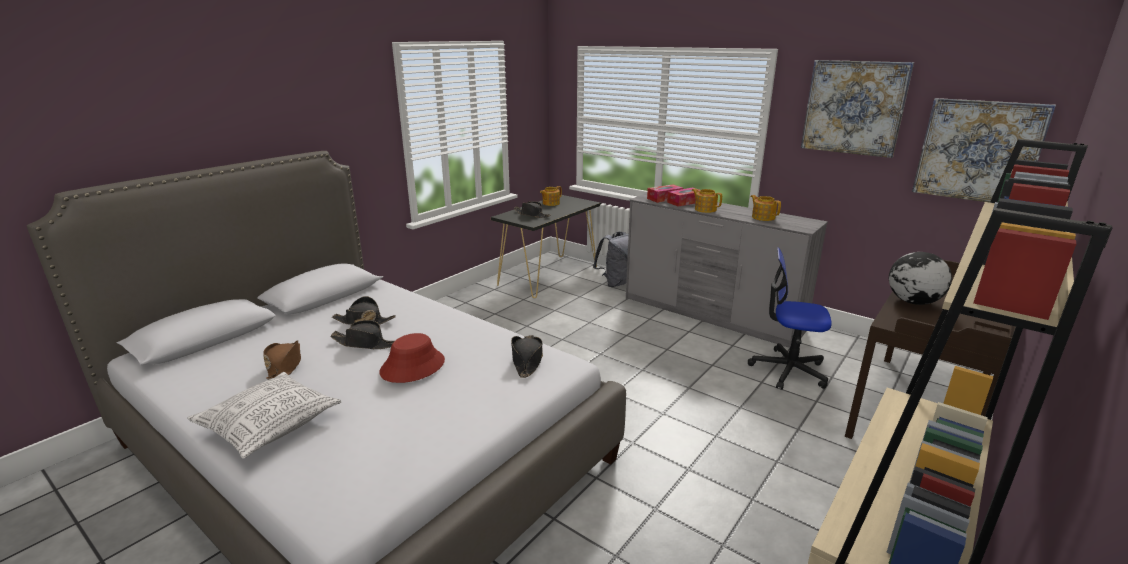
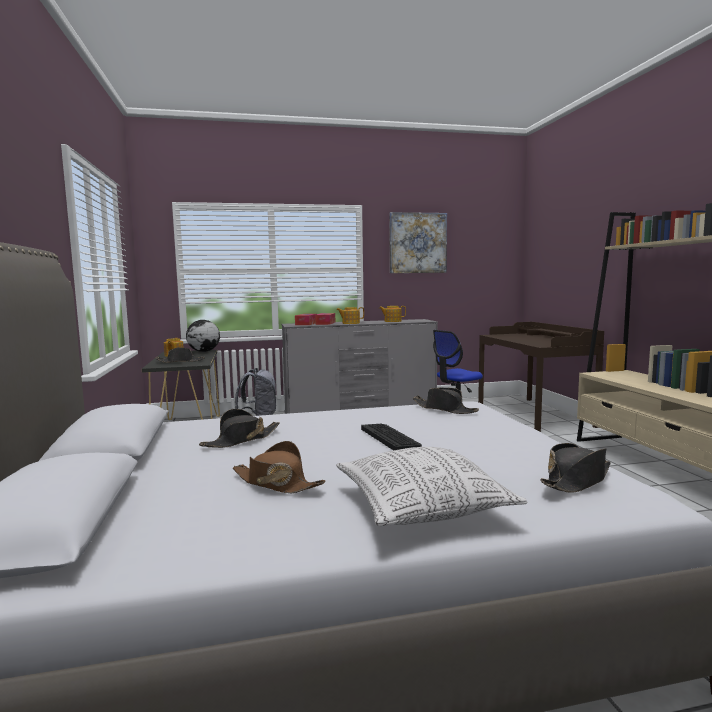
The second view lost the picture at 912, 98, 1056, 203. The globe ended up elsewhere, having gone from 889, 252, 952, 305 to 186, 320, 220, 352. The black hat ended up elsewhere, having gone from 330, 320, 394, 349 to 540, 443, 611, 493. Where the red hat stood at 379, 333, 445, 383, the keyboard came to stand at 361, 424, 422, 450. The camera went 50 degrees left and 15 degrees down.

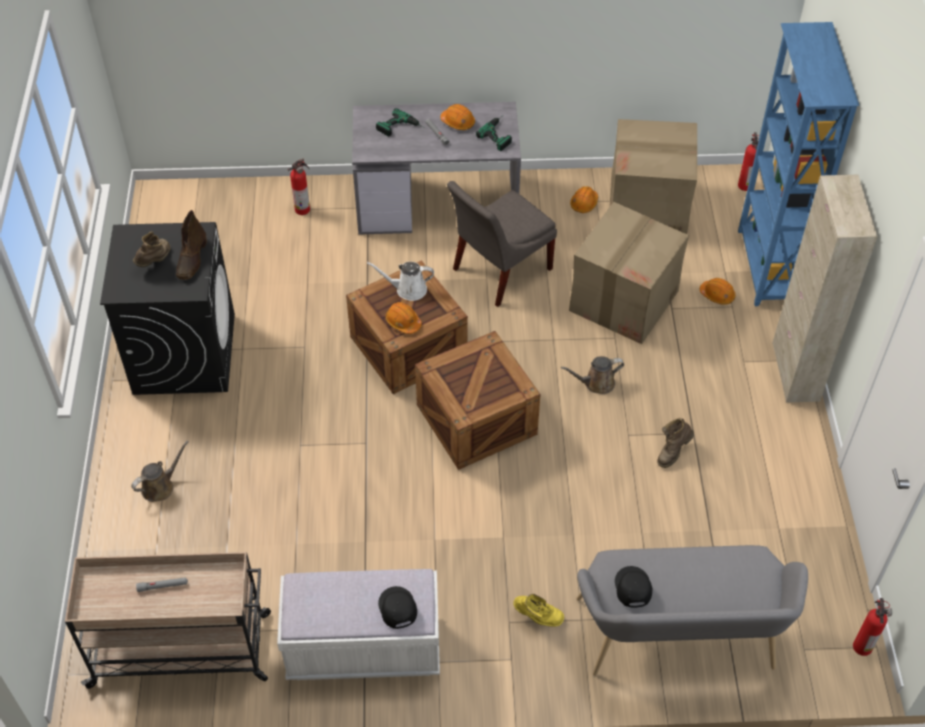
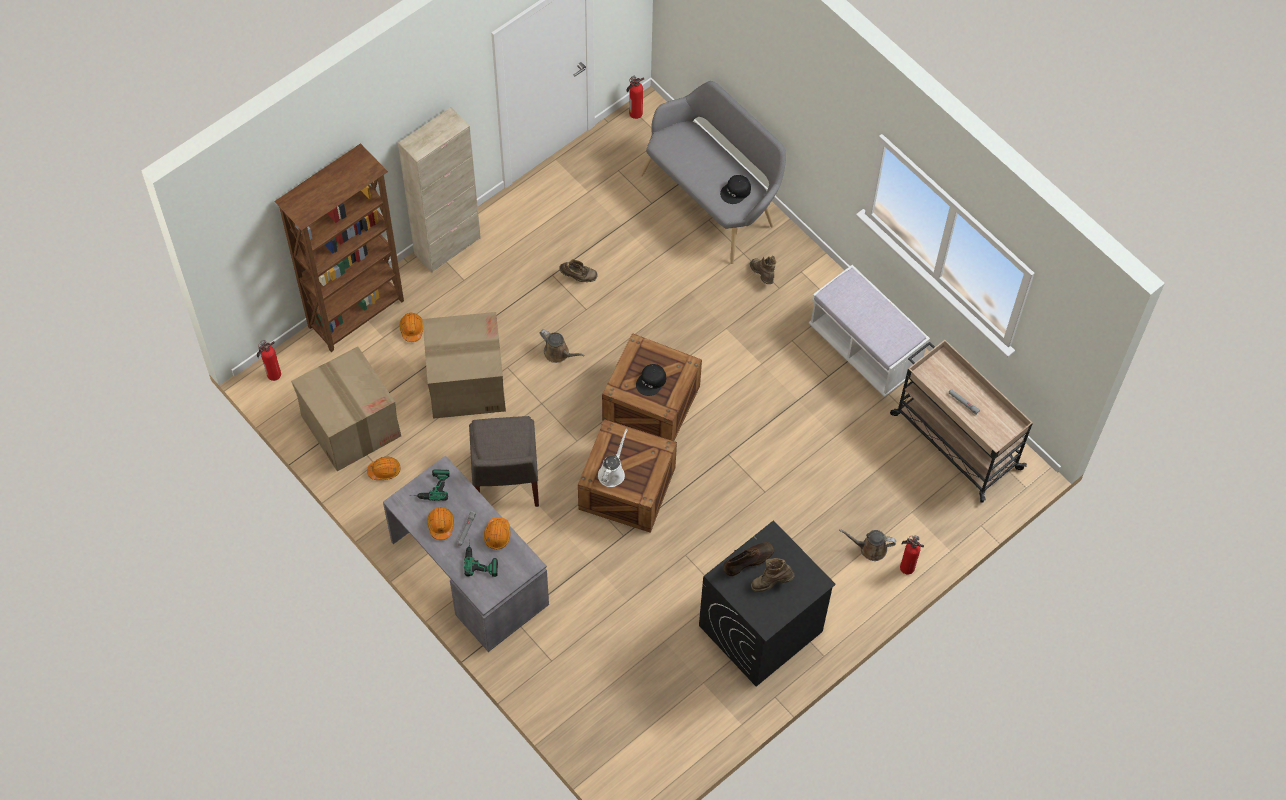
What was the blue bookcase at 738, 22, 859, 306 turned into the brown bookcase at 274, 143, 404, 352. The fire extinguisher ended up elsewhere, having gone from 287, 159, 310, 215 to 900, 536, 924, 574. The grey chair at 447, 181, 557, 307 ended up facing another way, 75 degrees clockwise from before. The white watering can at 367, 262, 434, 301 ended up facing another way, 120 degrees counterclockwise from before. The orange hard hat ended up elsewhere, having gone from 385, 302, 422, 334 to 484, 517, 511, 549. The black cap ended up elsewhere, having gone from 378, 586, 417, 629 to 636, 364, 666, 396. What was the yellow boot at 513, 594, 564, 627 turned into the brown boot at 750, 256, 776, 284. The camera went 130 degrees left and 10 degrees up.

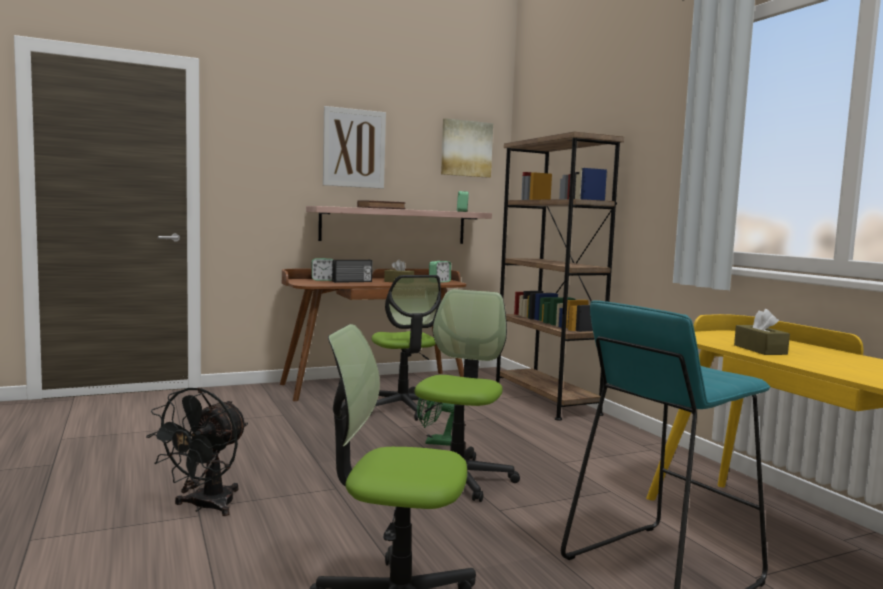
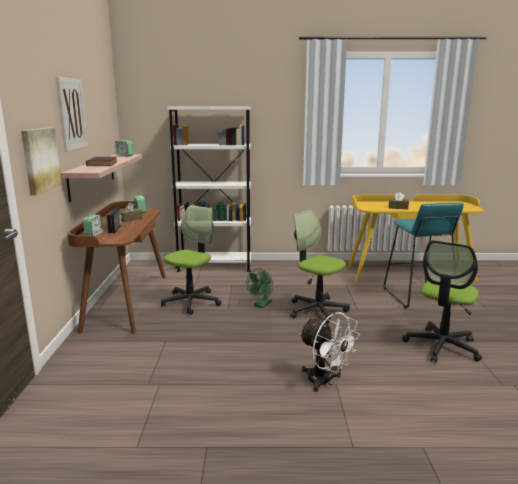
The picture ended up elsewhere, having gone from 441, 118, 493, 178 to 21, 127, 62, 195. What was the brown bookcase at 496, 132, 624, 421 turned into the white bookcase at 167, 106, 251, 272. The office chair at 371, 275, 442, 421 ended up facing another way, 60 degrees counterclockwise from before. What was the black fan at 146, 387, 248, 516 turned into the white fan at 299, 312, 360, 392. The camera went 65 degrees left and 10 degrees up.

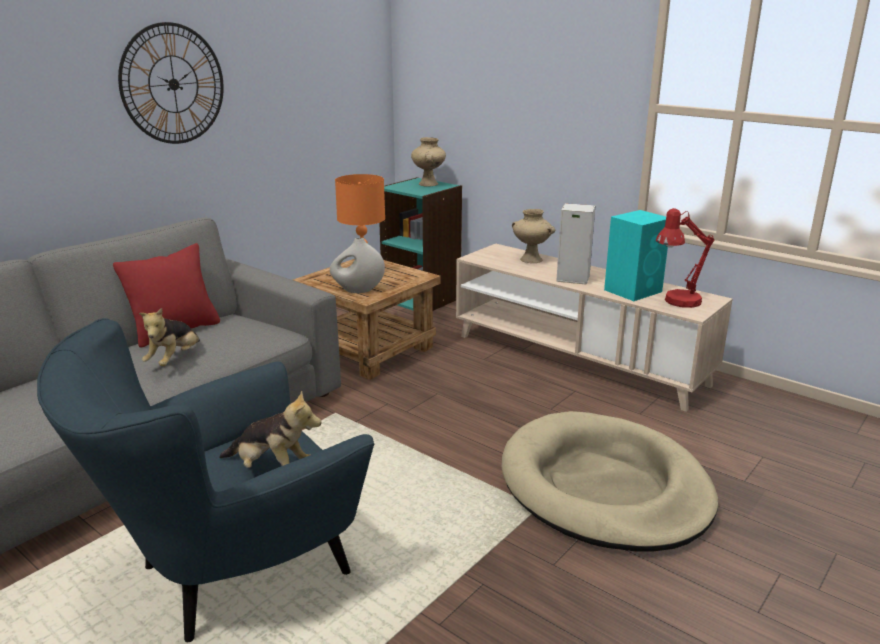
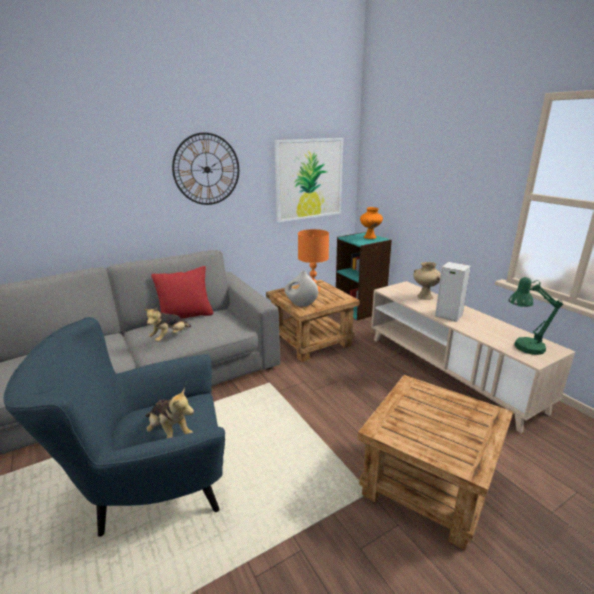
What was the beige vase at 411, 137, 446, 186 turned into the orange vase at 360, 207, 383, 239. What was the red table lamp at 656, 208, 715, 308 turned into the green table lamp at 509, 277, 563, 355. The second view lost the turquoise speaker at 604, 210, 668, 301. Where the beige dog bed stood at 502, 411, 718, 552, the brown side table came to stand at 358, 375, 513, 550. The second view gained the picture at 274, 138, 343, 222. The camera went 20 degrees right and 0 degrees up.

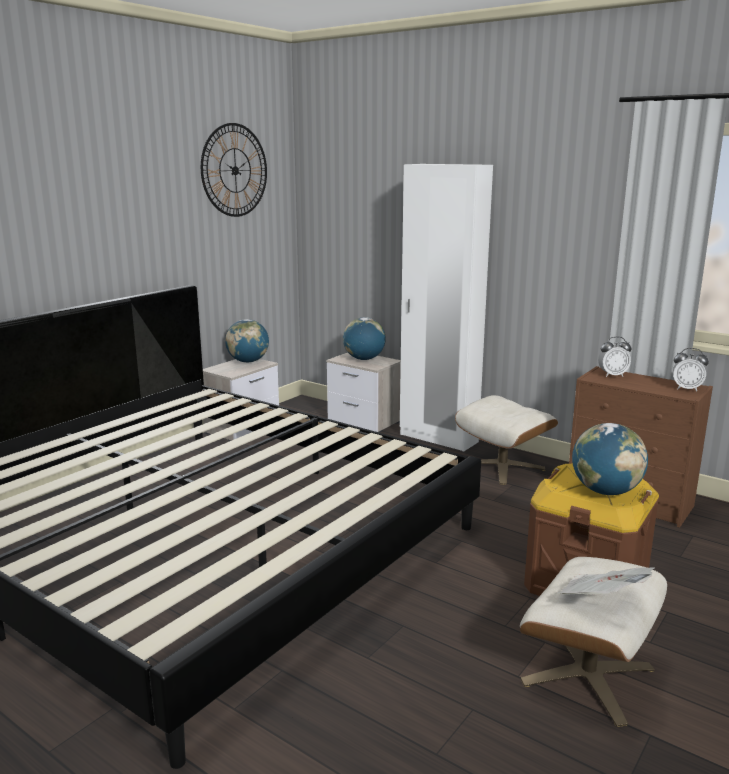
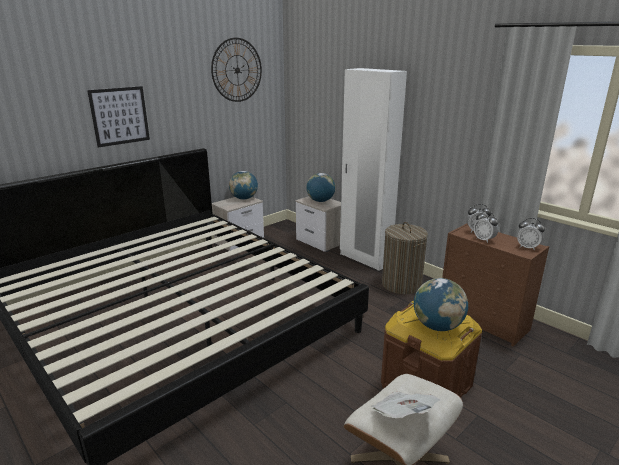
Where the beige ottoman stood at 455, 395, 558, 485, the laundry basket came to stand at 382, 222, 428, 294. The second view gained the picture at 87, 86, 150, 148. The second view gained the alarm clock at 474, 211, 499, 243. The camera went 10 degrees right and 5 degrees up.

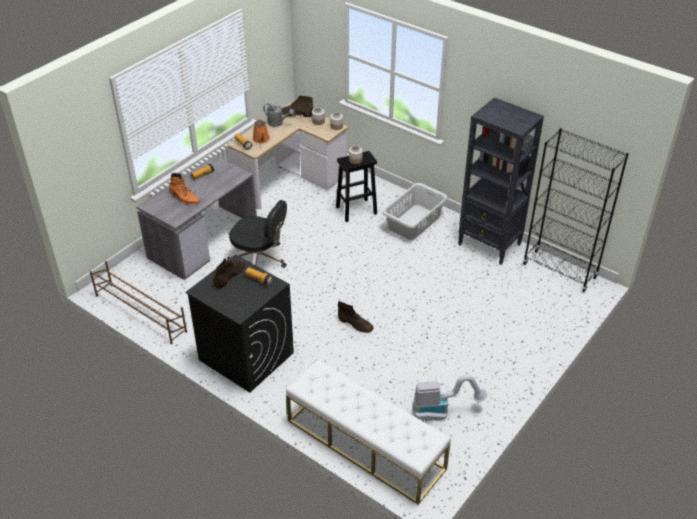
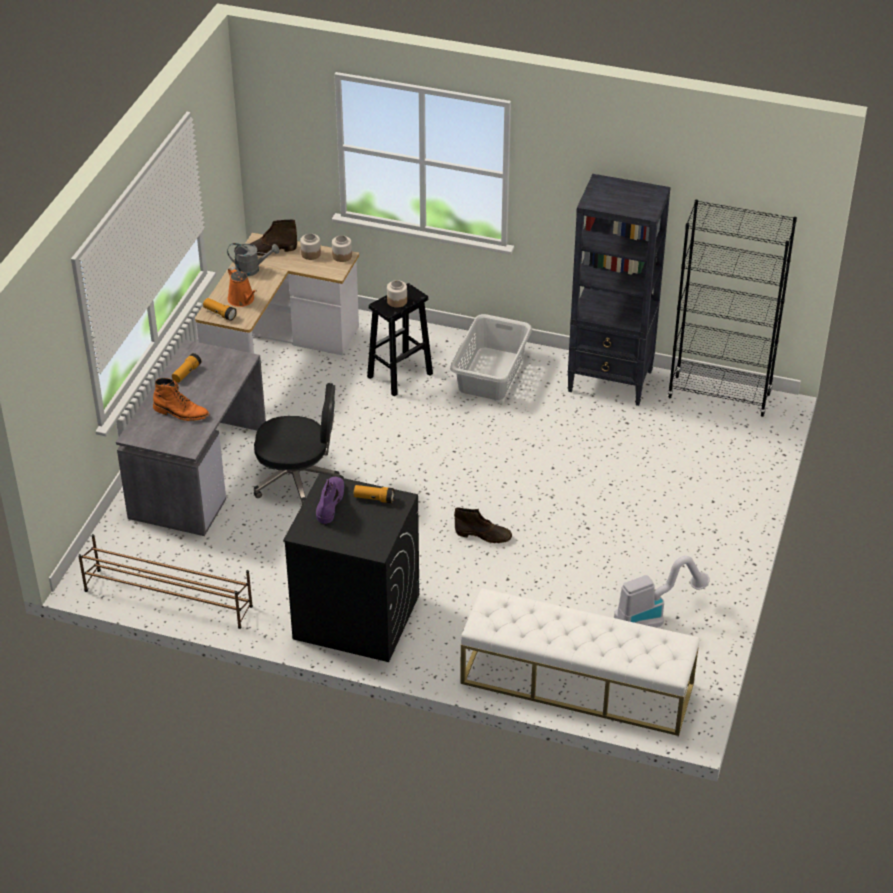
What was the brown boot at 213, 258, 245, 288 turned into the purple boot at 316, 477, 344, 524. The camera went 20 degrees left and 0 degrees up.

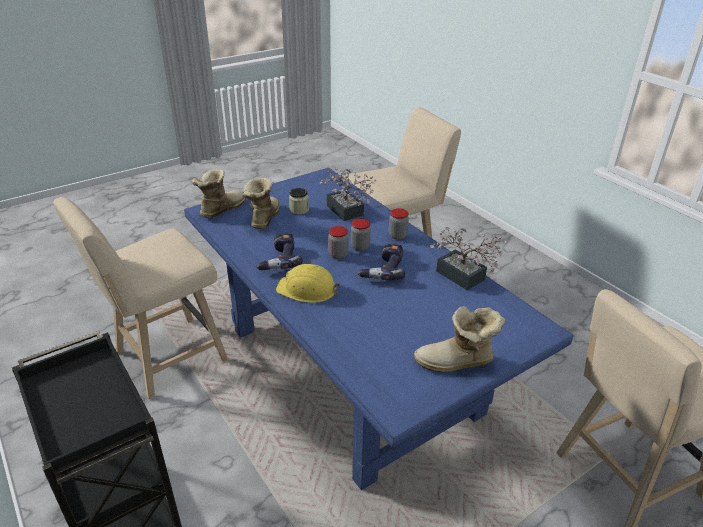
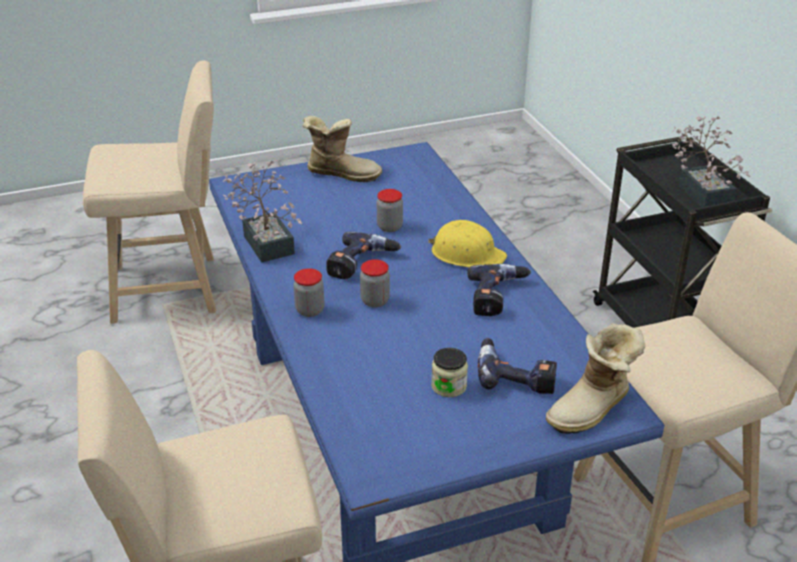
The potted plant ended up elsewhere, having gone from 320, 167, 377, 221 to 671, 116, 750, 207. Where the boot stood at 243, 178, 280, 229, the power drill came to stand at 478, 338, 557, 394. The jar ended up elsewhere, having gone from 328, 226, 349, 259 to 377, 189, 403, 232. The camera went 165 degrees left and 0 degrees up.

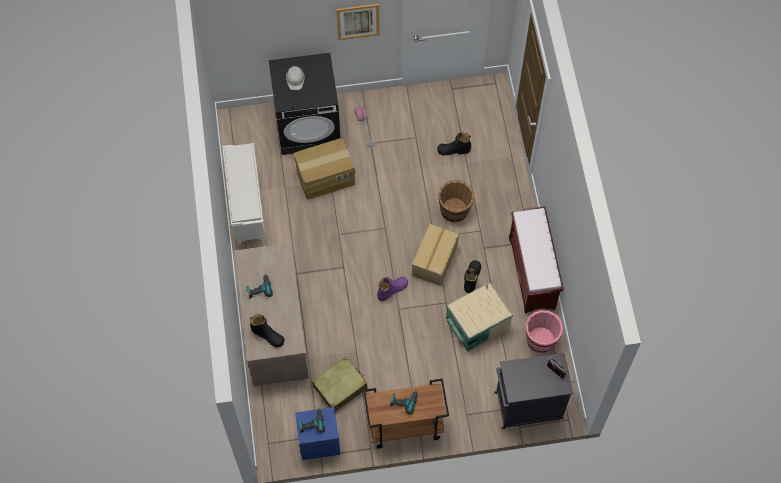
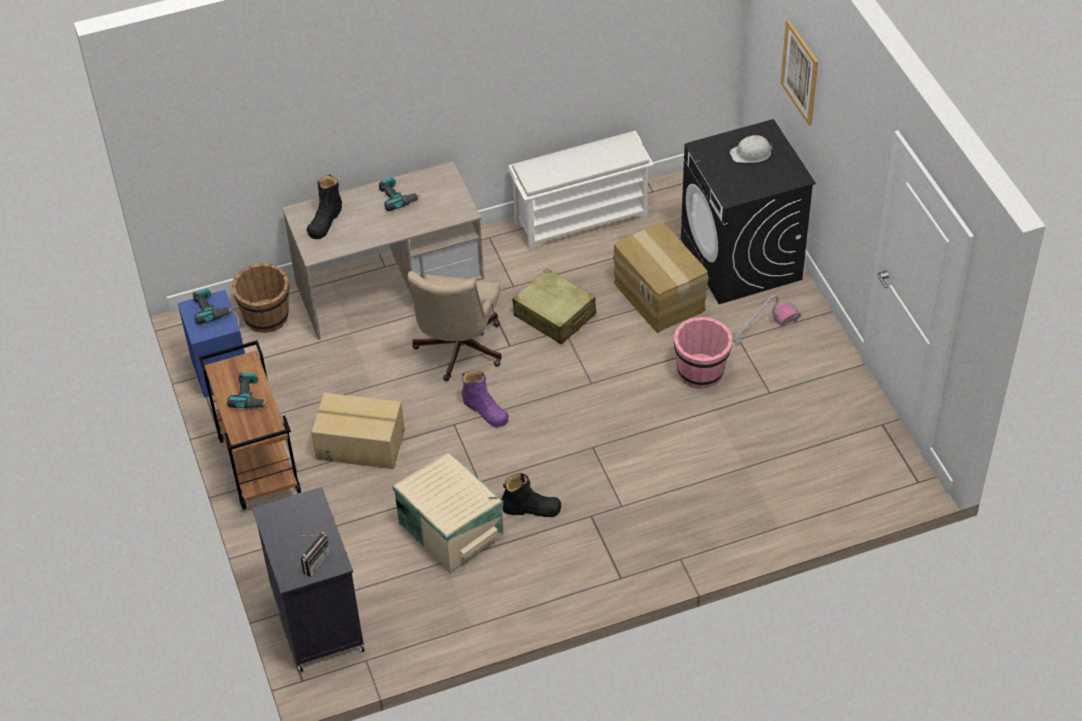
The picture ended up elsewhere, having gone from 336, 4, 380, 40 to 780, 19, 818, 126. The second view lost the black boot at 437, 133, 471, 155. The brown bucket ended up elsewhere, having gone from 438, 180, 474, 222 to 231, 263, 289, 333. The second view lost the brown bench at 509, 207, 564, 314. The cardboard box ended up elsewhere, having gone from 412, 224, 459, 286 to 311, 393, 405, 469. The pink bucket ended up elsewhere, having gone from 525, 310, 563, 353 to 674, 317, 733, 389. The beige suitcase ended up elsewhere, having gone from 312, 356, 368, 412 to 512, 268, 596, 344. The second view gained the beige office chair at 407, 271, 502, 381. The camera went 80 degrees right and 15 degrees down.

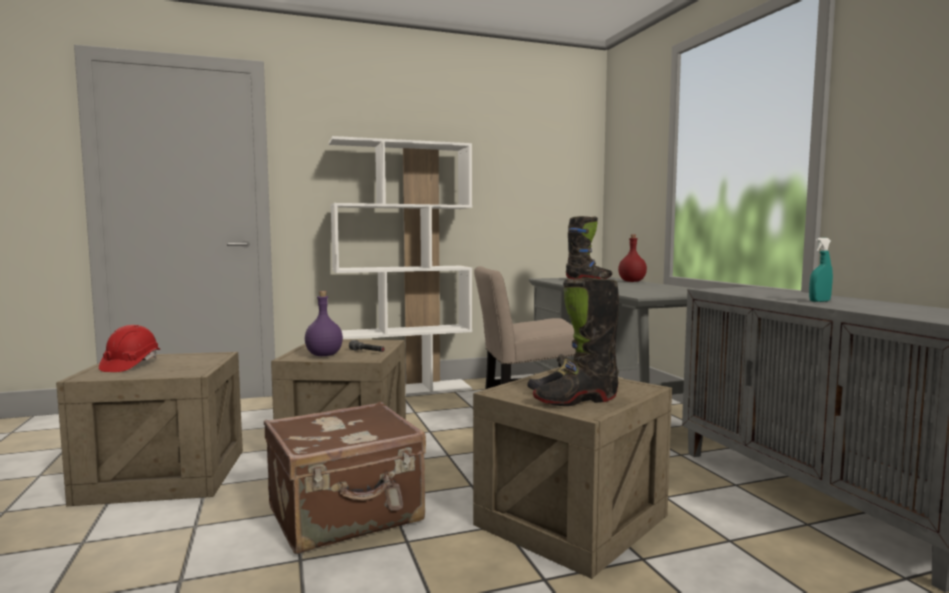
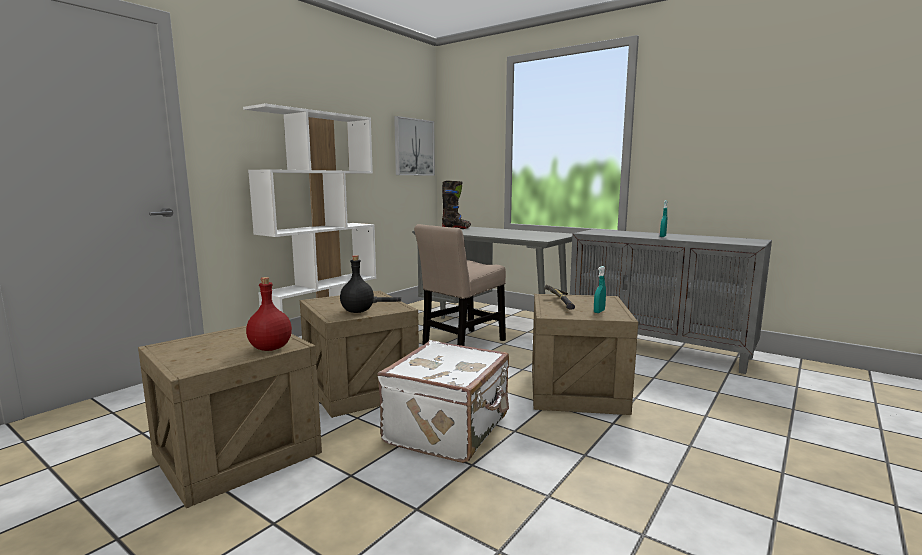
The red bottle ended up elsewhere, having gone from 618, 234, 647, 282 to 246, 277, 292, 351. Where the black boot stood at 533, 278, 619, 406, the turquoise spray bottle came to stand at 594, 266, 606, 313. What was the purple bottle at 305, 291, 343, 356 turned into the black bottle at 340, 255, 374, 313. The second view lost the red hard hat at 99, 325, 160, 372. What was the brown suitcase at 264, 402, 426, 554 turned into the white suitcase at 377, 340, 509, 463. The second view gained the picture at 394, 116, 435, 176. The camera went 35 degrees left and 5 degrees up.

